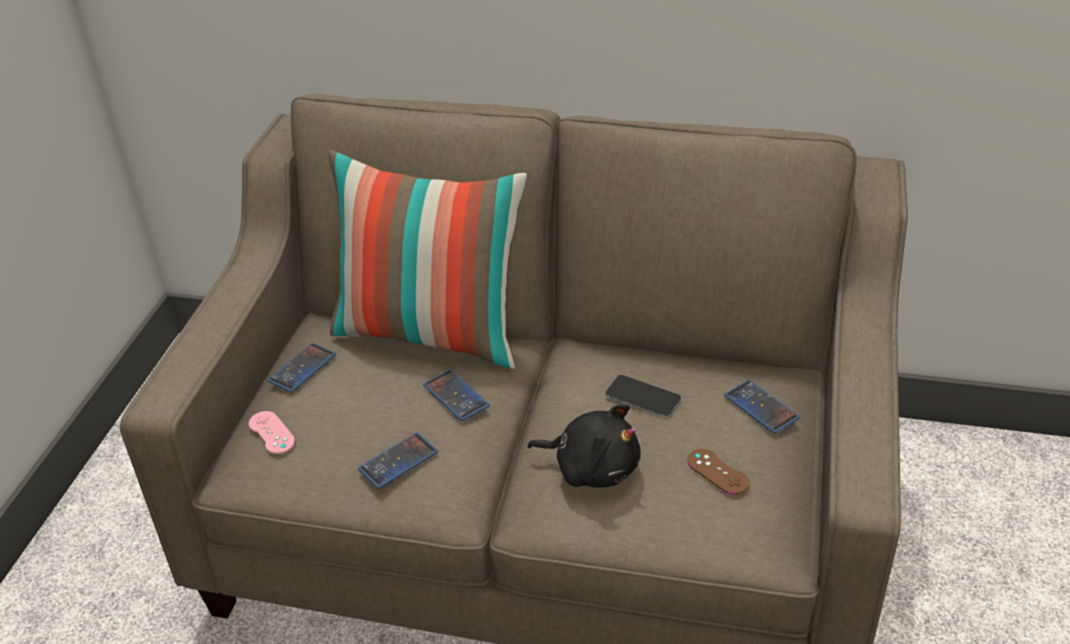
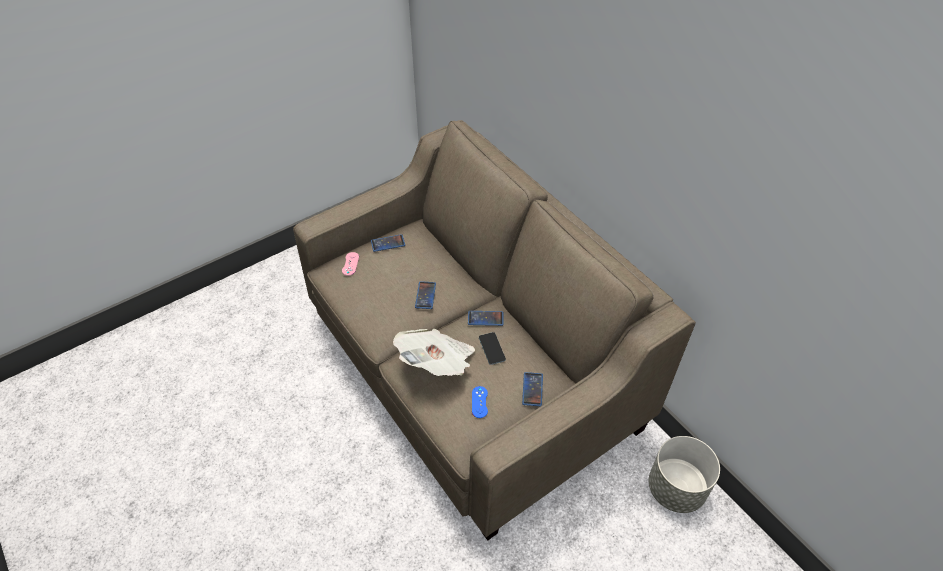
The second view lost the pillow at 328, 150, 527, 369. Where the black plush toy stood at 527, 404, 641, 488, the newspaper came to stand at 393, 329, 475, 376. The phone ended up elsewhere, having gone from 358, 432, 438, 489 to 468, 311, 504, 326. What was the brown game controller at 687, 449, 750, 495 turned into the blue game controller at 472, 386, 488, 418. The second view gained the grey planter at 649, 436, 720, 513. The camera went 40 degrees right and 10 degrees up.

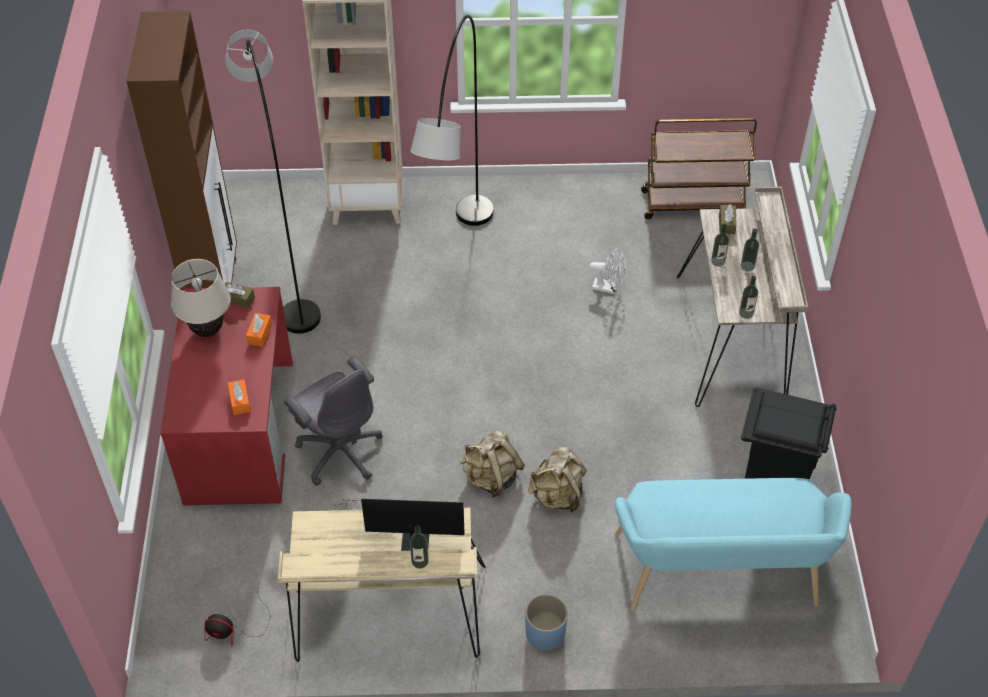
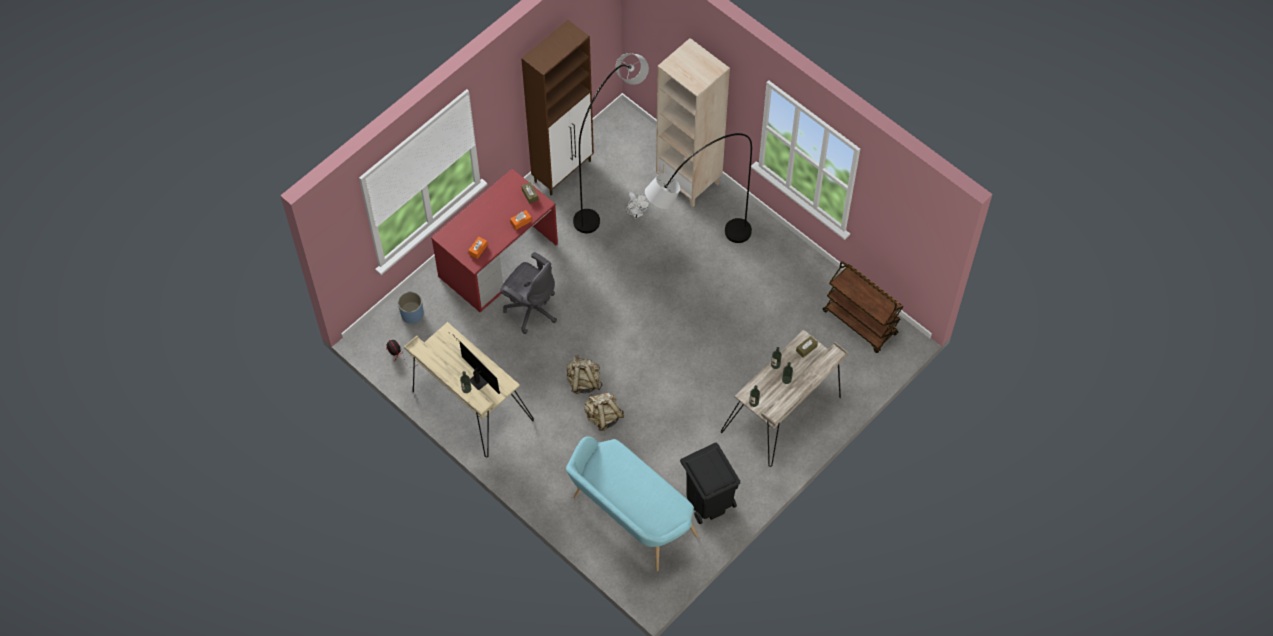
The white fan ended up elsewhere, having gone from 589, 248, 626, 294 to 626, 192, 650, 219. The second view lost the beige table lamp at 171, 259, 231, 337. The grey office chair at 284, 357, 382, 486 ended up facing another way, 60 degrees counterclockwise from before. The blue planter ended up elsewhere, having gone from 525, 594, 568, 651 to 398, 291, 424, 323. The camera went 45 degrees right and 10 degrees up.

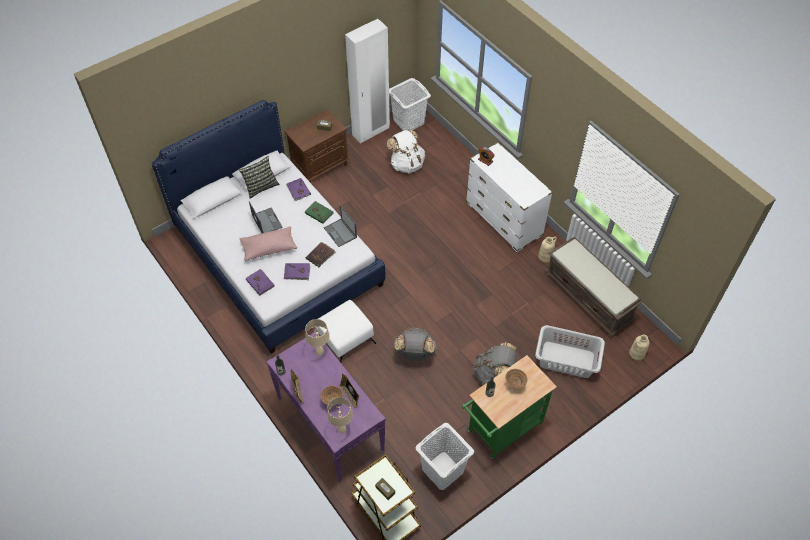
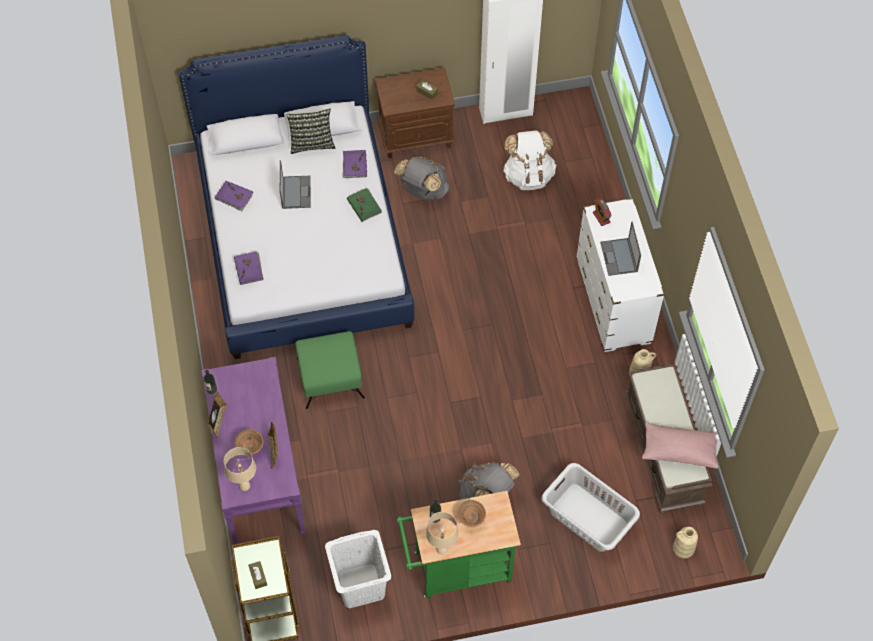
The second view lost the white laundry basket at 389, 78, 431, 131. The laptop ended up elsewhere, having gone from 324, 205, 357, 247 to 600, 221, 641, 276. The pink pillow ended up elsewhere, having gone from 240, 226, 297, 261 to 642, 422, 718, 469. The second view lost the brown book at 306, 242, 335, 267. The purple book ended up elsewhere, having gone from 284, 263, 310, 280 to 214, 181, 253, 211. What was the white ottoman at 315, 300, 376, 363 turned into the green ottoman at 295, 331, 365, 409. The beige table lamp ended up elsewhere, having gone from 305, 319, 330, 356 to 426, 512, 458, 555. The grey backpack ended up elsewhere, having gone from 393, 327, 438, 361 to 394, 156, 450, 201. The camera went 25 degrees right and 5 degrees up.

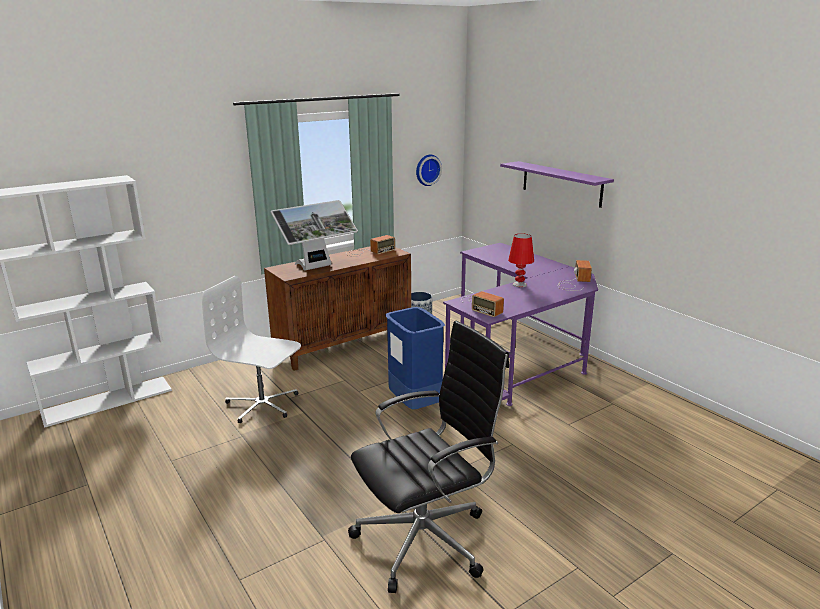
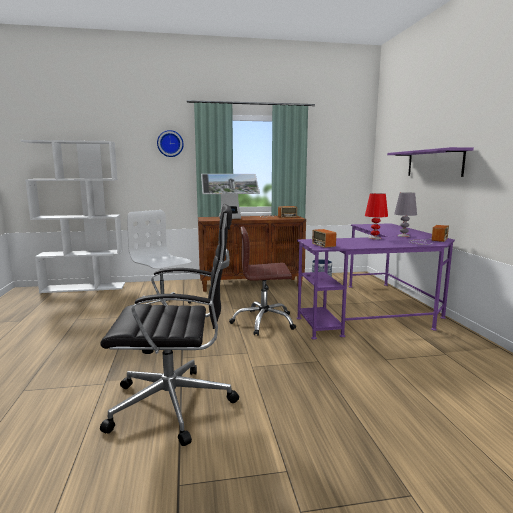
The wall clock ended up elsewhere, having gone from 416, 155, 442, 186 to 157, 130, 184, 157. Where the blue trash can stood at 385, 307, 445, 409, the brown office chair came to stand at 229, 227, 296, 336. The second view gained the grey table lamp at 394, 192, 417, 237. The camera went 25 degrees right and 10 degrees down.

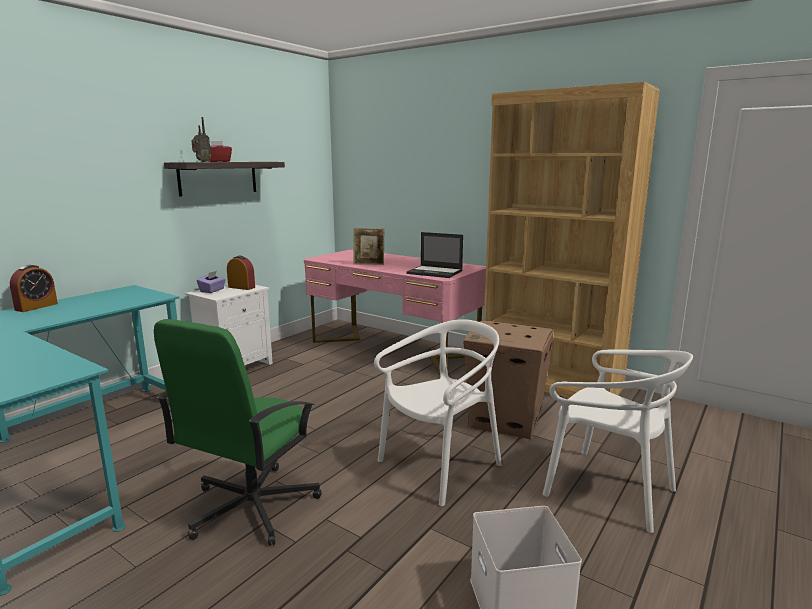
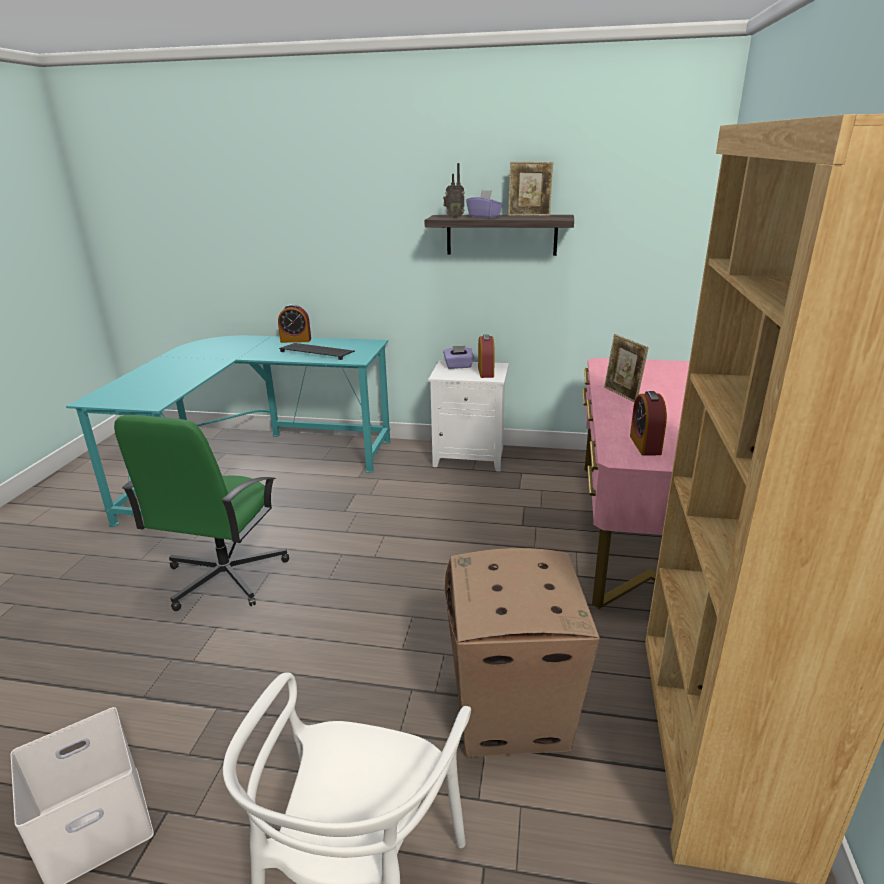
What was the red tissue box at 207, 141, 232, 162 turned into the purple tissue box at 466, 190, 503, 218. Where the laptop stood at 407, 232, 463, 278, the alarm clock came to stand at 630, 391, 667, 456. The green office chair at 154, 319, 322, 545 ended up facing another way, 75 degrees counterclockwise from before. The second view lost the white chair at 374, 319, 502, 506. The second view gained the picture frame at 508, 162, 554, 216. The second view gained the keyboard at 279, 343, 355, 360. The camera went 65 degrees right and 10 degrees up.

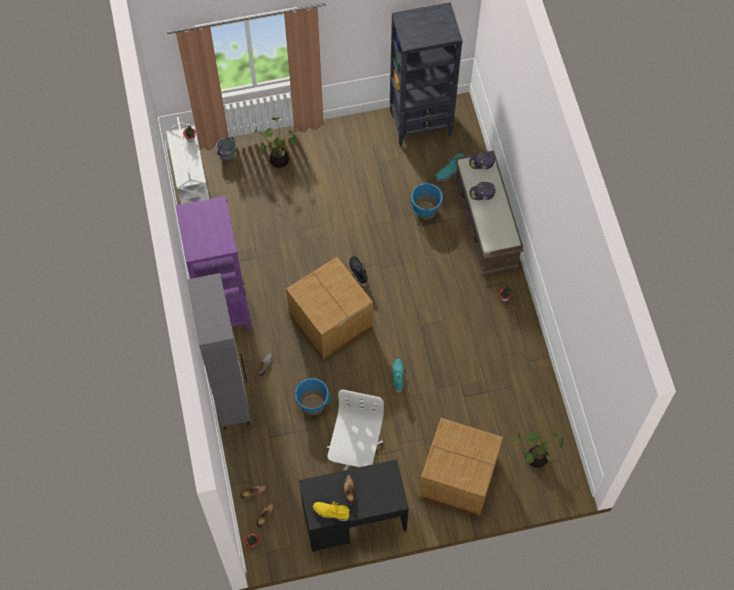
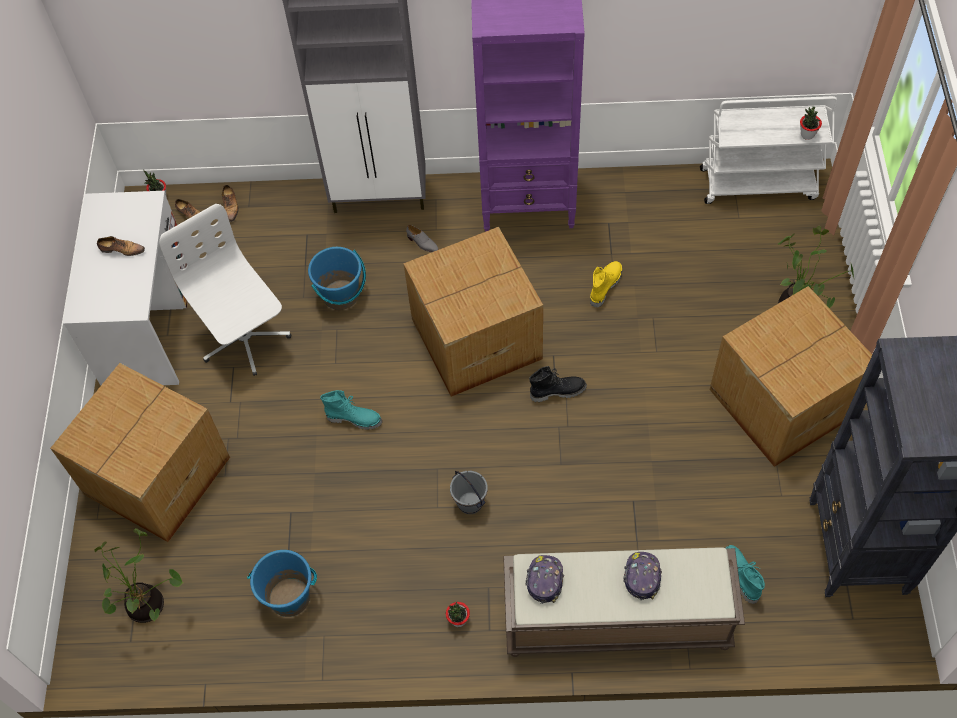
The grey bucket ended up elsewhere, having gone from 216, 137, 236, 162 to 450, 471, 488, 514. The cap ended up elsewhere, having gone from 469, 151, 495, 169 to 526, 555, 564, 604. The blue bucket ended up elsewhere, having gone from 411, 182, 443, 220 to 247, 550, 317, 617. The white office chair at 326, 389, 384, 471 ended up facing another way, 150 degrees counterclockwise from before. What was the black desk at 299, 459, 409, 552 turned into the white desk at 63, 191, 187, 386. The yellow boot ended up elsewhere, having gone from 312, 502, 349, 521 to 590, 261, 622, 307. The second view gained the cardboard box at 709, 286, 872, 467. The camera went 105 degrees right and 5 degrees down.

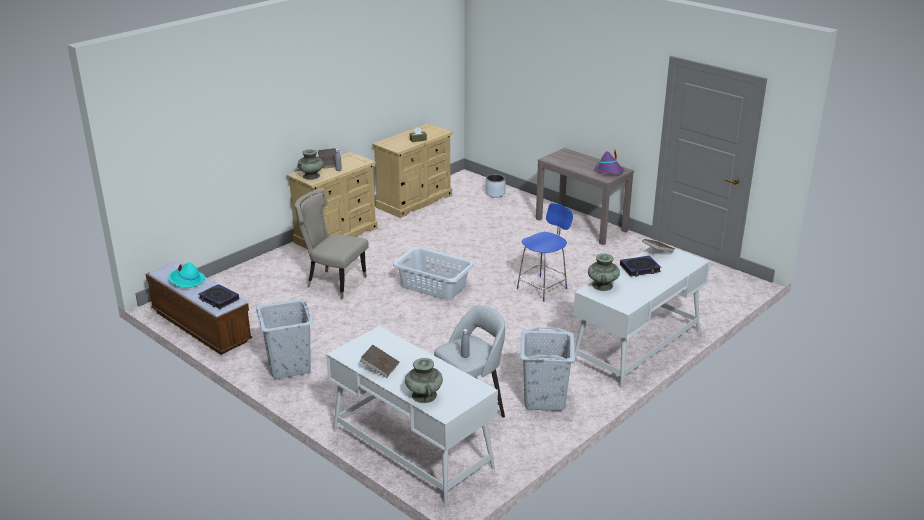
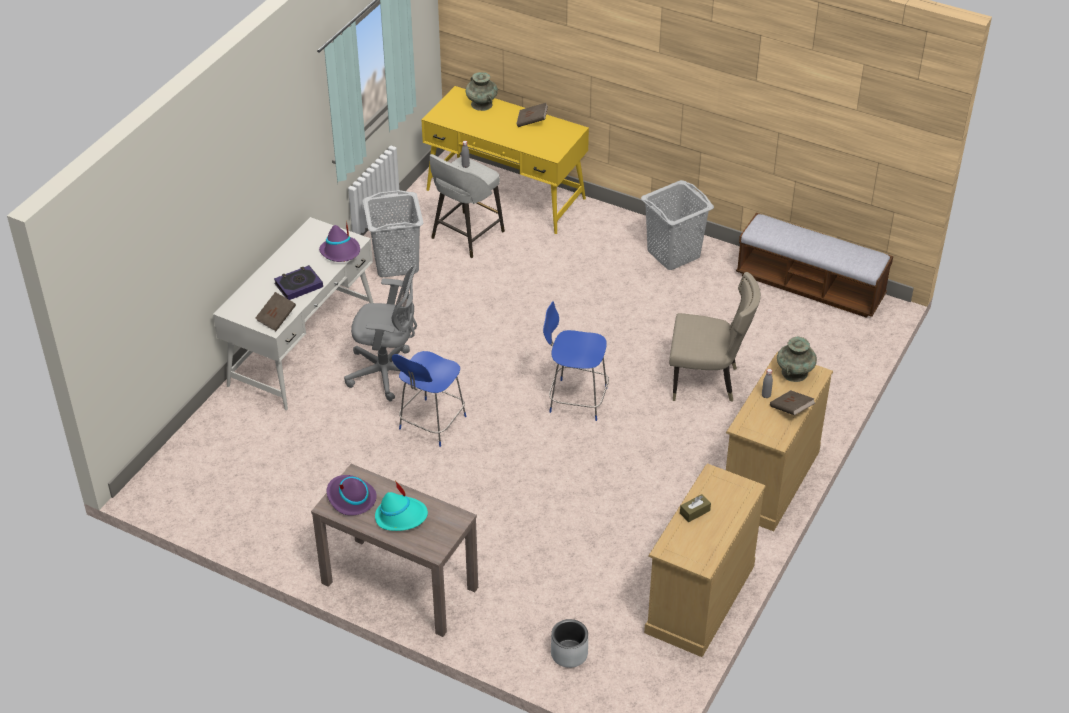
Where the grey laundry basket stood at 393, 247, 474, 300, the blue chair came to stand at 543, 301, 609, 421. Where the turquoise vase stood at 588, 253, 620, 291, the purple hat came to stand at 319, 220, 360, 262. The turquoise hat ended up elsewhere, having gone from 168, 262, 205, 288 to 375, 481, 428, 531. The second view lost the book at 199, 284, 239, 309. What was the white desk at 326, 326, 498, 505 turned into the yellow desk at 422, 86, 589, 234. The second view gained the grey office chair at 344, 265, 417, 402. The camera went 165 degrees right and 15 degrees up.

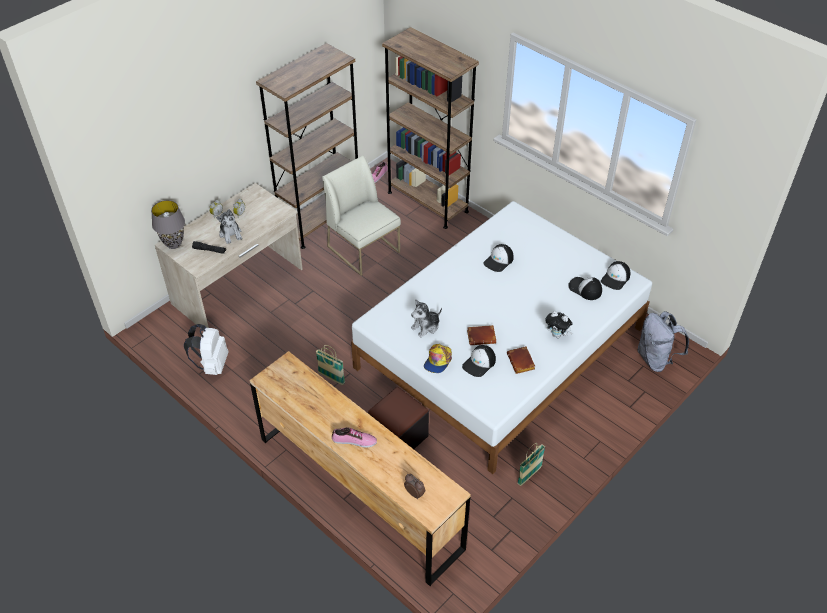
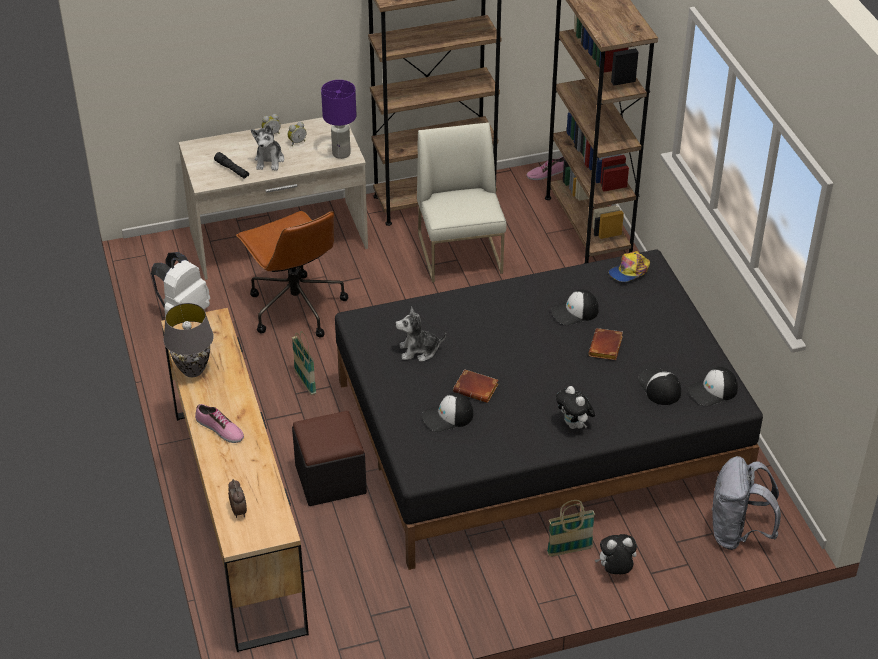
The grey table lamp ended up elsewhere, having gone from 151, 200, 185, 249 to 164, 303, 214, 377. What was the white bed at 351, 201, 652, 474 turned into the black bed at 335, 250, 763, 570. The cap ended up elsewhere, having gone from 424, 344, 452, 373 to 608, 251, 650, 282. The brown book ended up elsewhere, having gone from 507, 346, 535, 374 to 588, 328, 623, 360. The basket ended up elsewhere, having gone from 518, 443, 545, 486 to 547, 500, 595, 556. The second view gained the purple table lamp at 321, 80, 356, 159. The second view gained the brown office chair at 236, 211, 348, 338. The second view gained the plush toy at 595, 534, 637, 574. The camera went 30 degrees right and 5 degrees down.

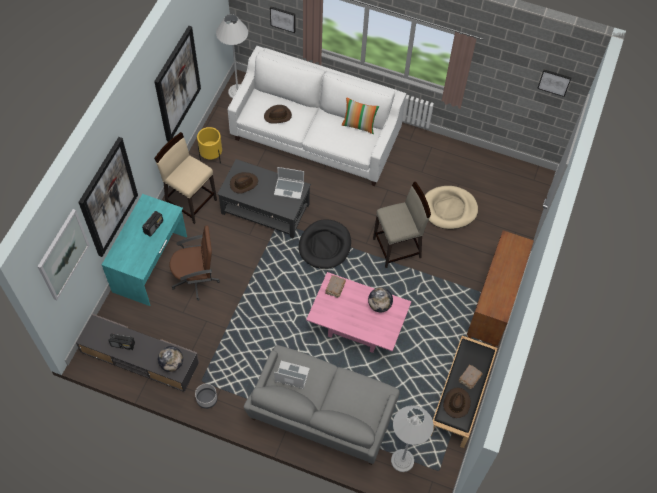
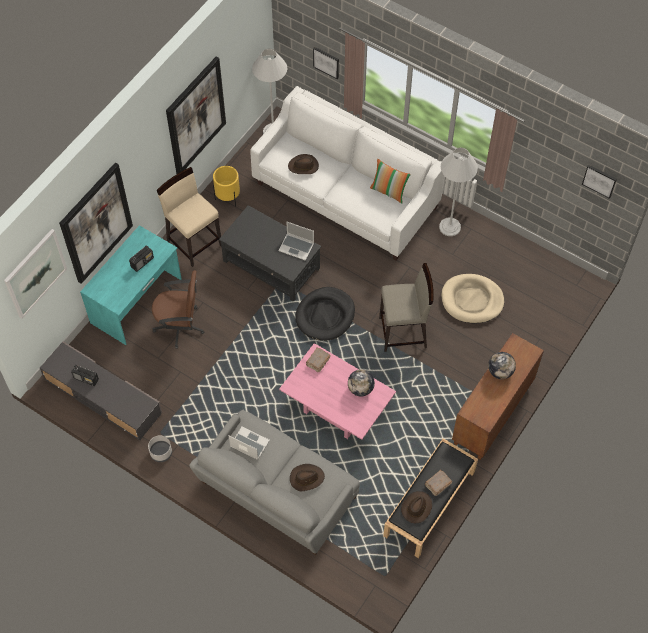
The brown hat ended up elsewhere, having gone from 230, 172, 258, 194 to 290, 464, 325, 491. The globe ended up elsewhere, having gone from 158, 346, 183, 372 to 488, 352, 516, 379. The white floor lamp ended up elsewhere, having gone from 391, 406, 434, 472 to 439, 148, 478, 236. The camera went 15 degrees right and 0 degrees up.

